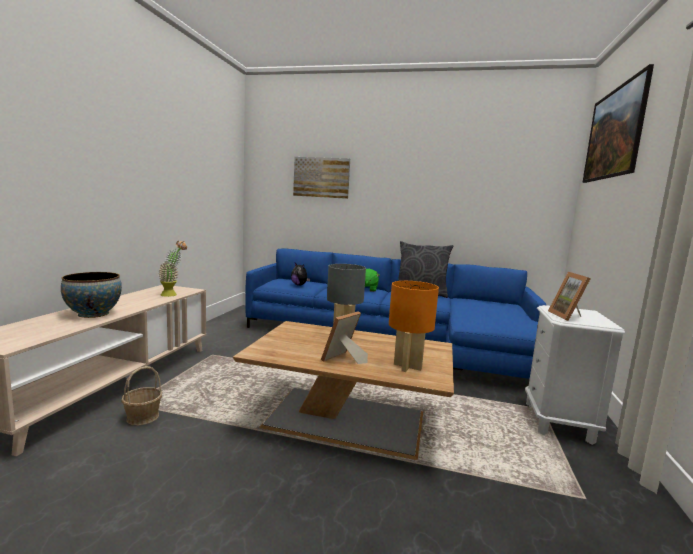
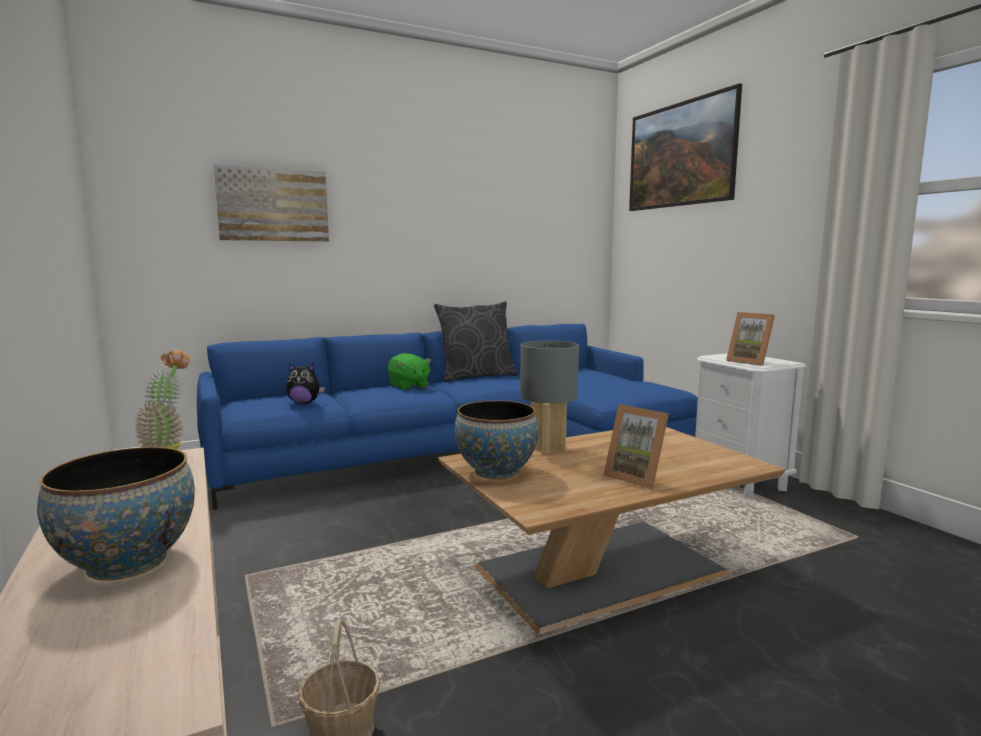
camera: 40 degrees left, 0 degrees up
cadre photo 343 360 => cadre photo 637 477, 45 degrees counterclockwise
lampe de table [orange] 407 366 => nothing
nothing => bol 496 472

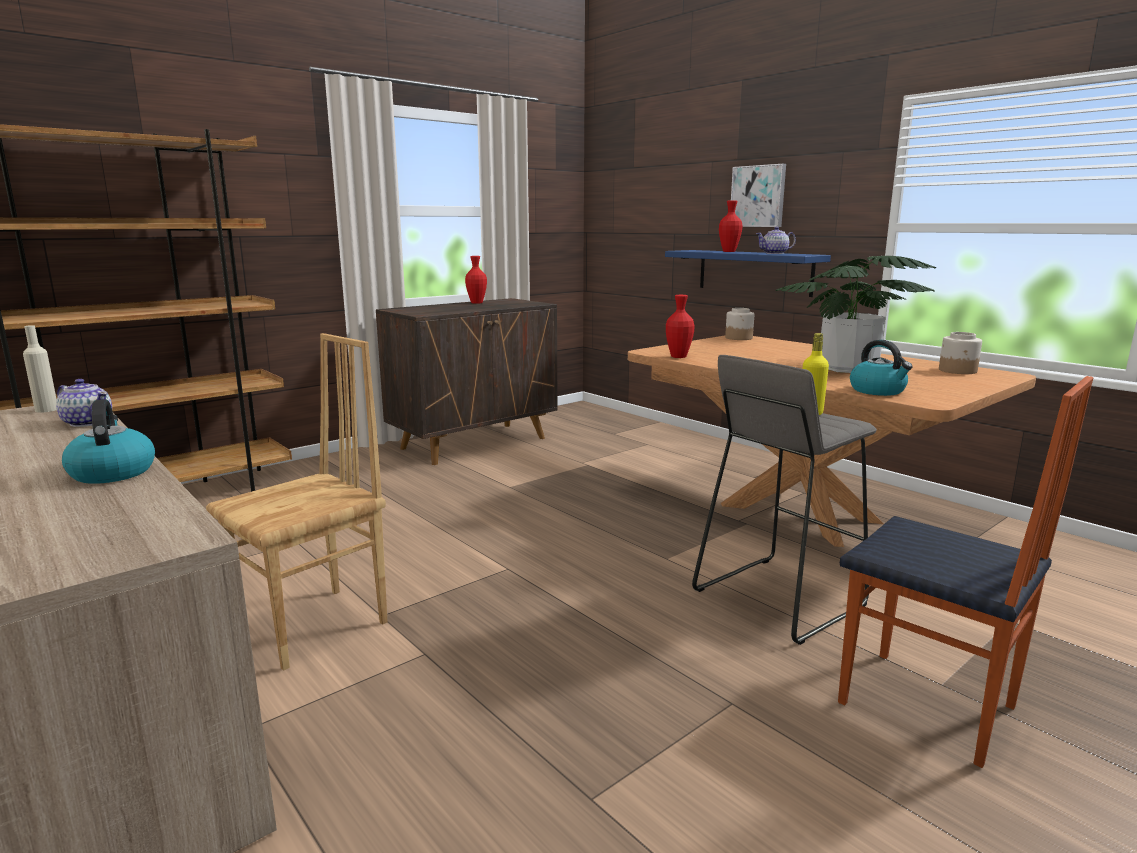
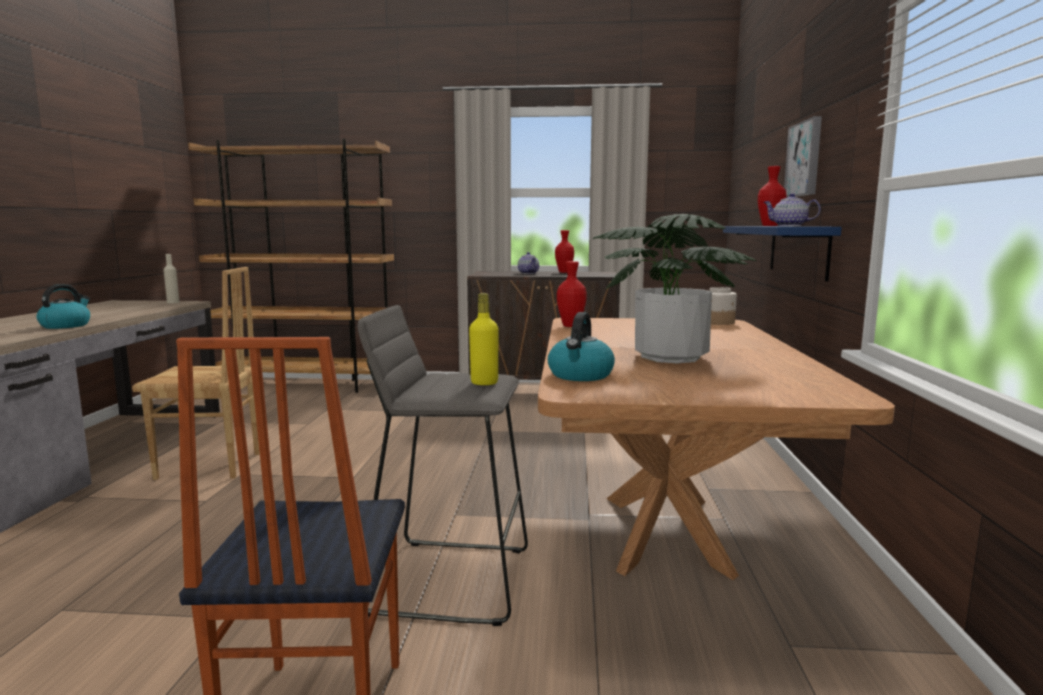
camera: 45 degrees right, 5 degrees down
théière 88 422 => théière 528 273, move
bocal 958 371 => nothing

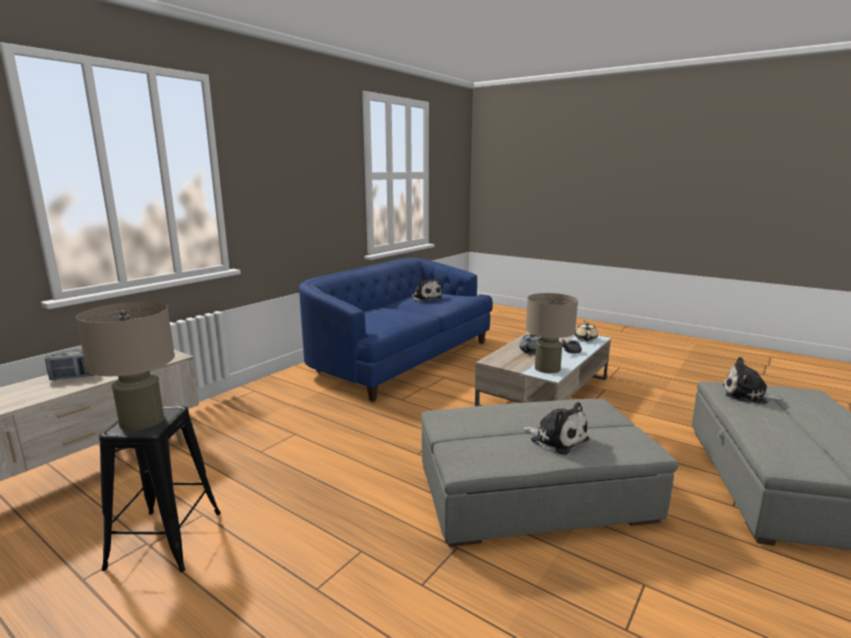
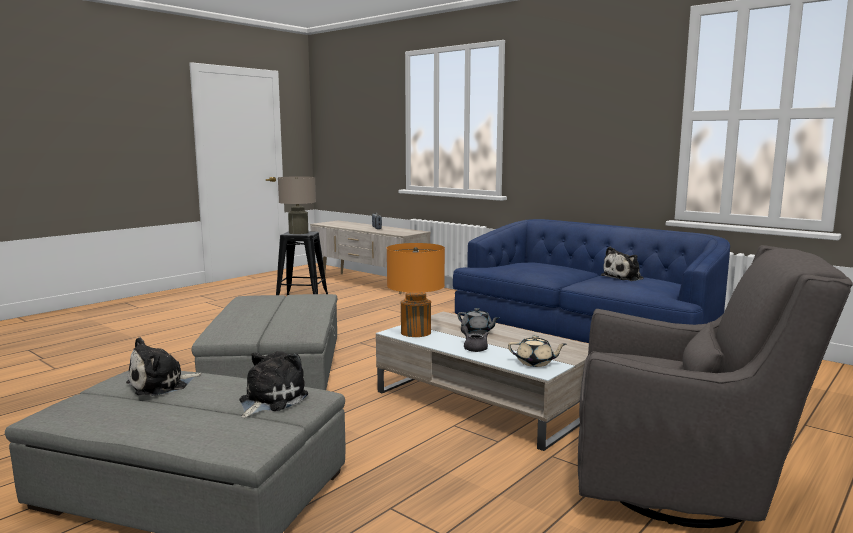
camera: 95 degrees right, 5 degrees down
peluche 556 439 => peluche 161 385, move
lampe de table [beige] 547 368 => lampe de table [orange] 415 332
nothing => fauteuil [gris] 683 487

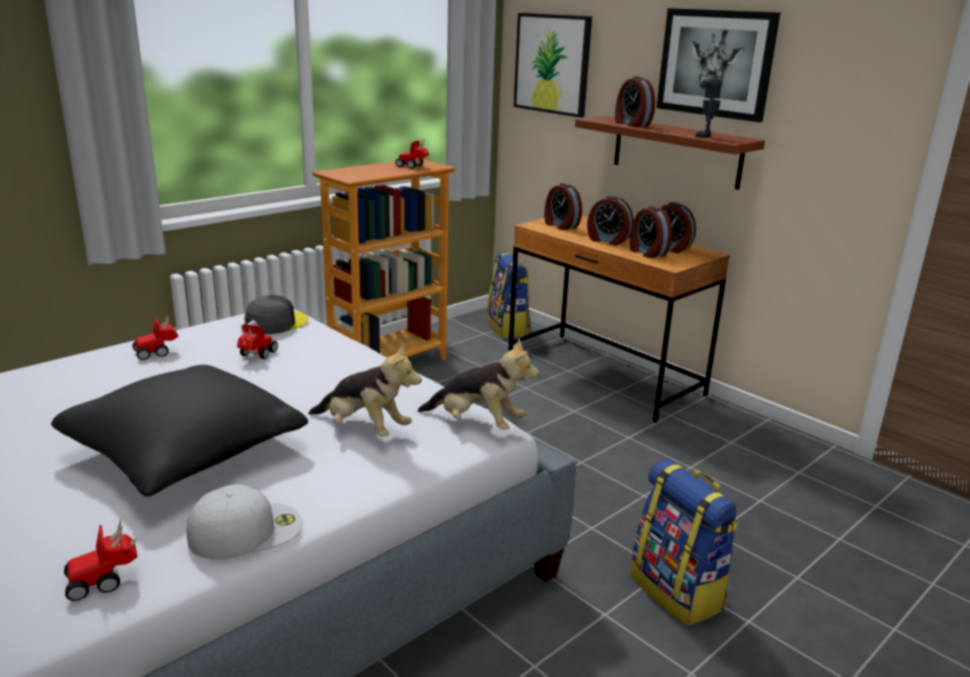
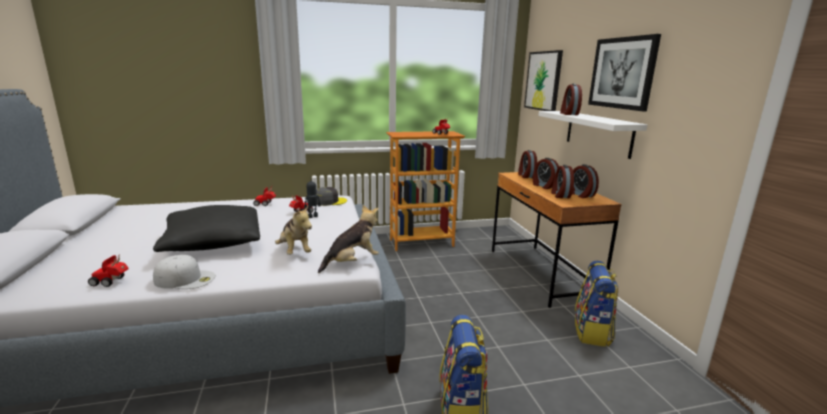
camera: 30 degrees right, 5 degrees down
peluche 477 424 => peluche 352 262, 90 degrees counterclockwise
sac à dos 508 328 => sac à dos 592 332, move
étagère [marron] 676 151 => étagère [blanc] 598 133
robot jouet 705 136 => robot jouet 312 216, move

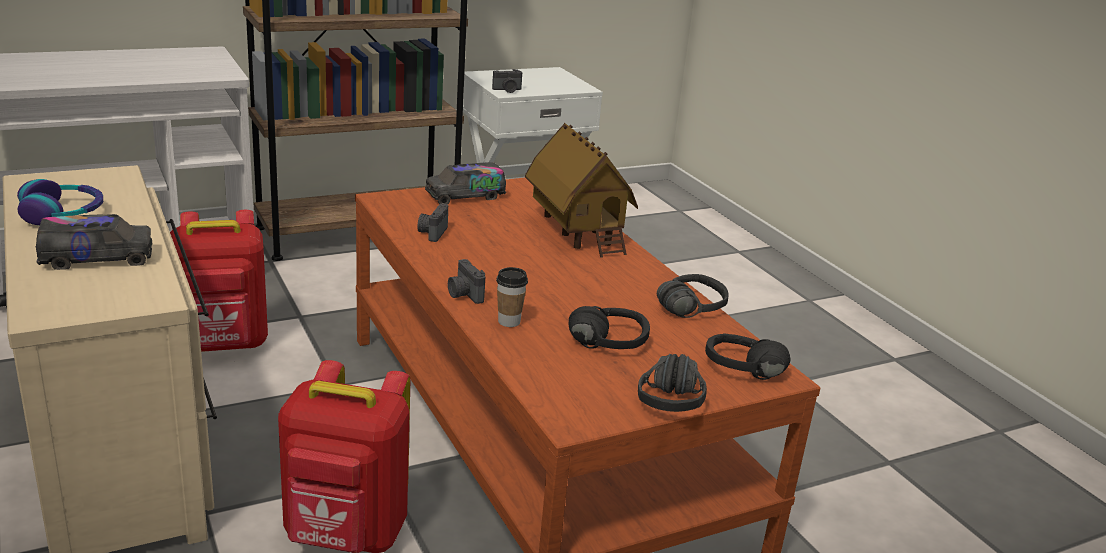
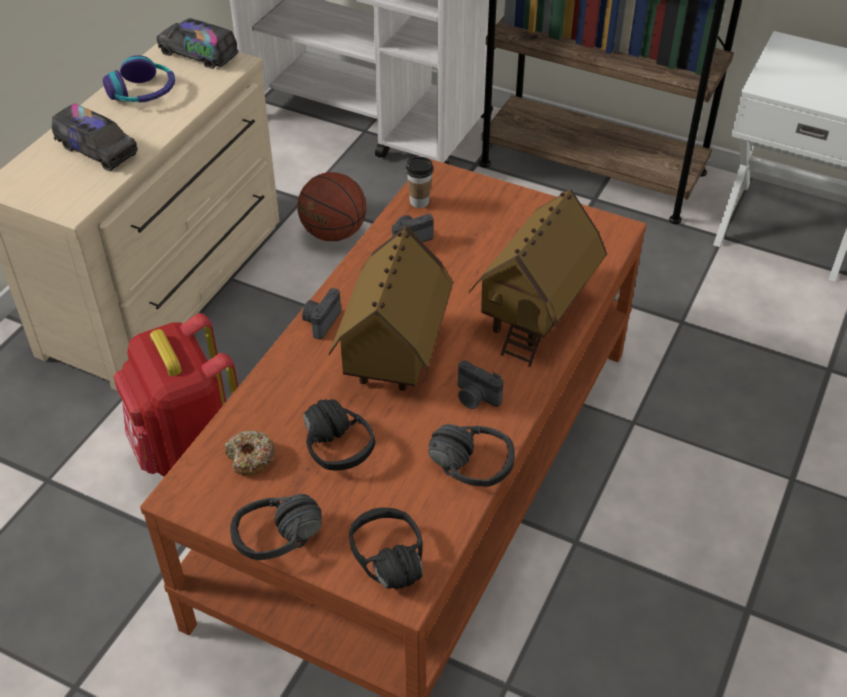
camera: 55 degrees right, 20 degrees up
sac à dos [rouge] 223 345 => ballon de basket 333 233
camion jouet 465 196 => camion jouet 198 54, move
appareil photo 507 90 => appareil photo 475 398, move
tasse 509 321 => tasse 419 202, move
nothing => beignet 250 458
nothing => maison miniature 393 353

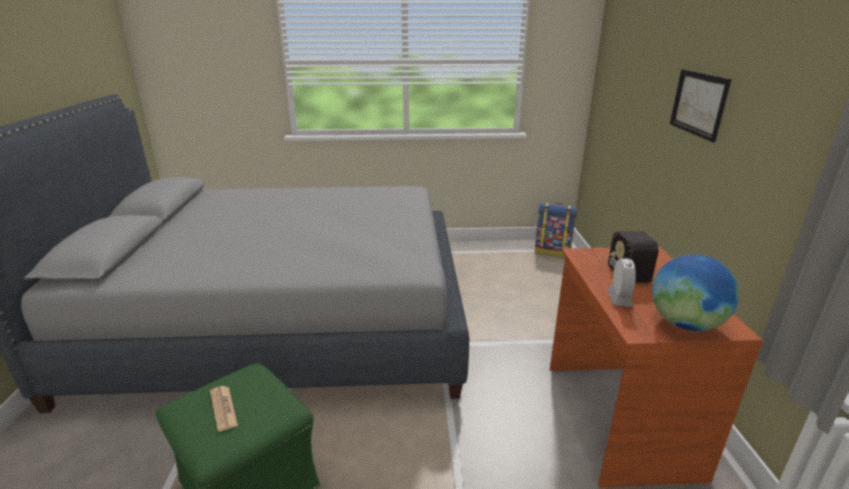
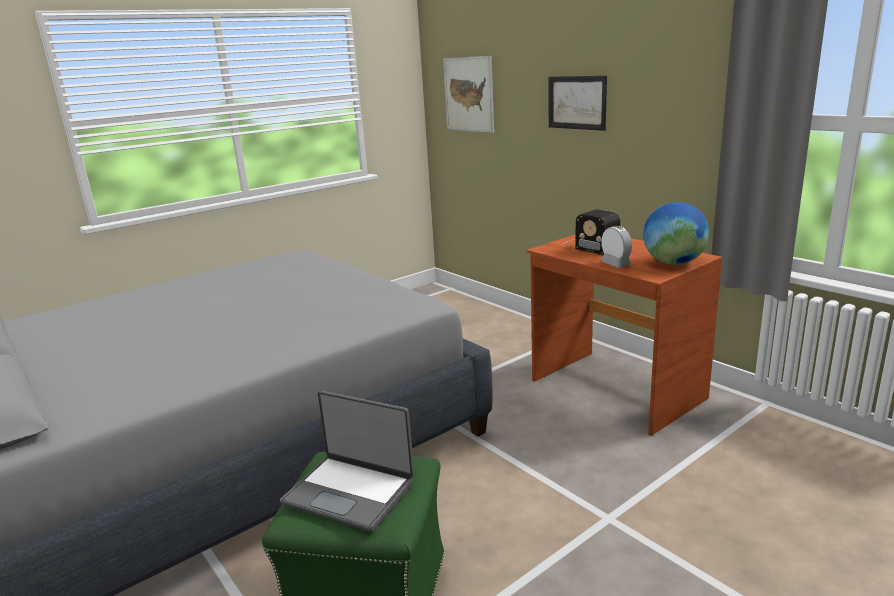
camera: 35 degrees left, 5 degrees down
journal 223 408 => ordinateur portable 350 492
sac à dos 552 251 => nothing
nothing => tableau 468 94

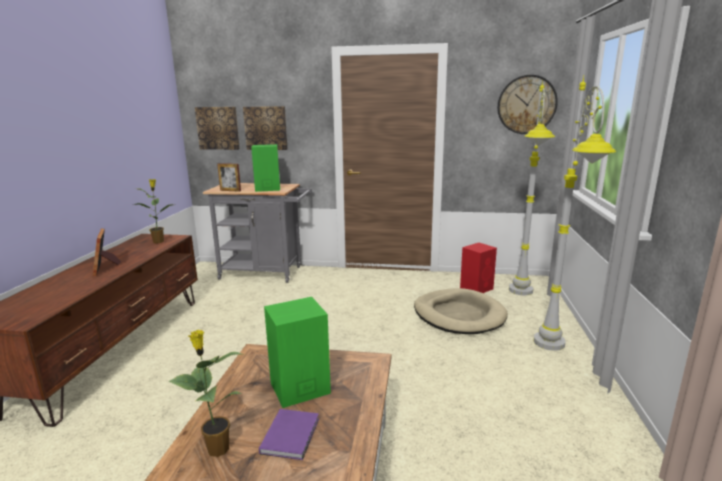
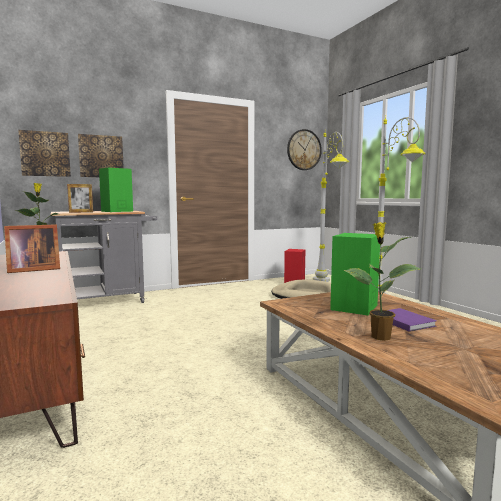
camera: 35 degrees left, 10 degrees down
cadre photo 106 268 => cadre photo 32 270, 60 degrees counterclockwise

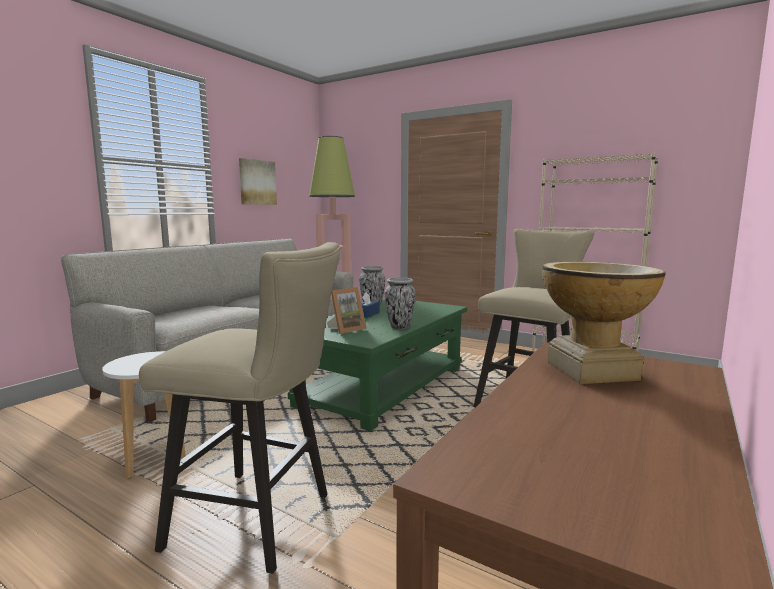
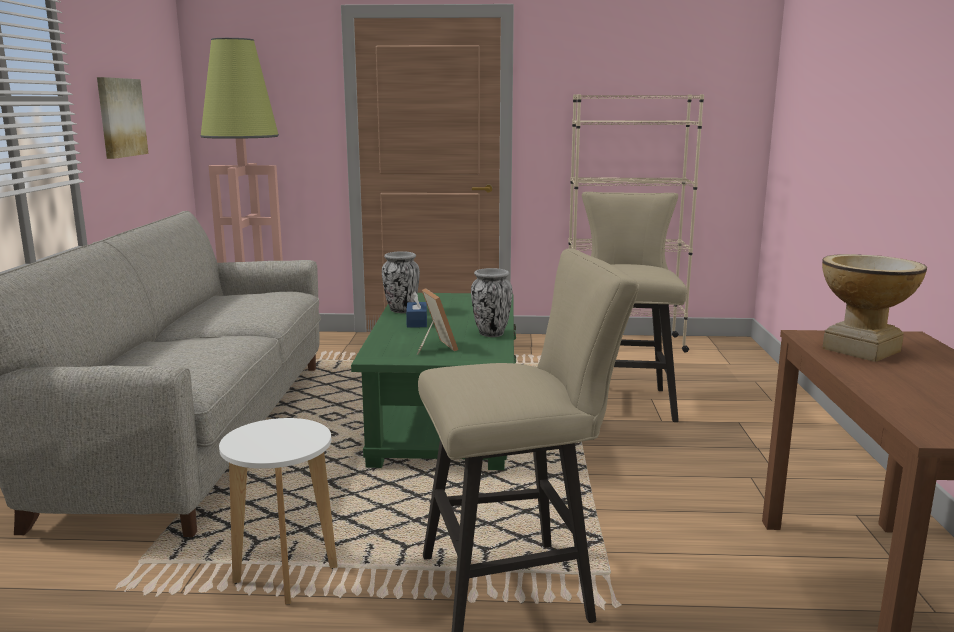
camera: 30 degrees left, 5 degrees up
cadre photo 346 329 => cadre photo 434 347, 45 degrees counterclockwise

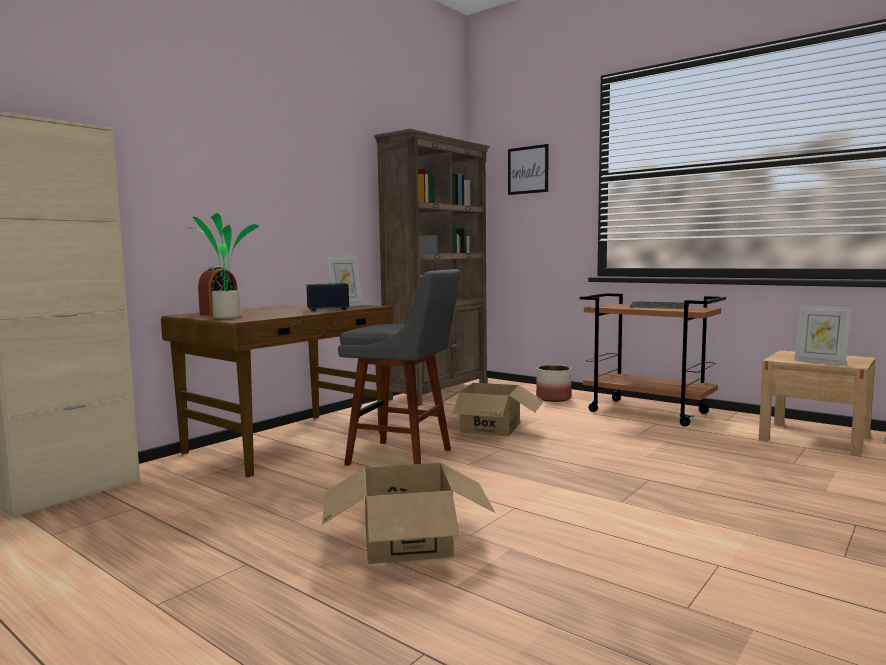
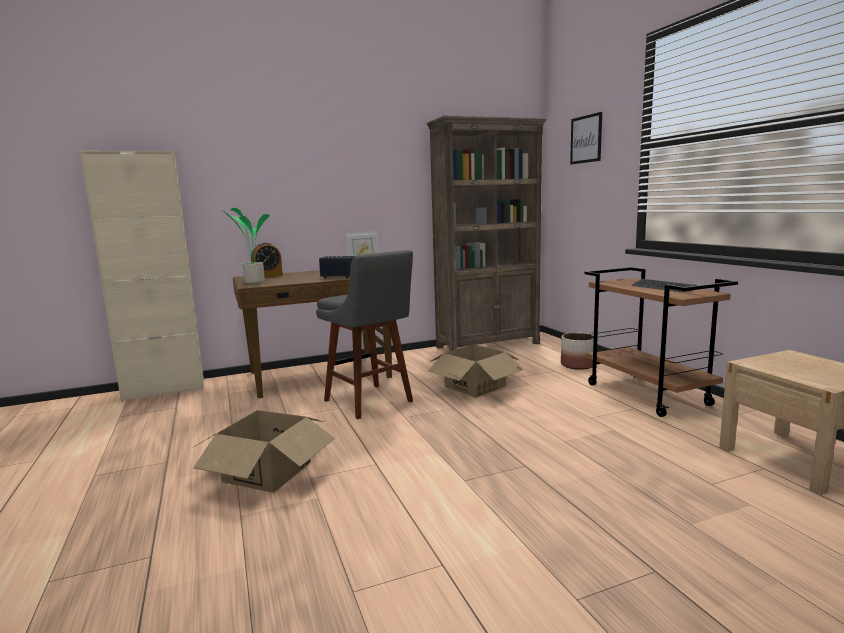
camera: 30 degrees right, 5 degrees up
cadre photo 820 362 => nothing

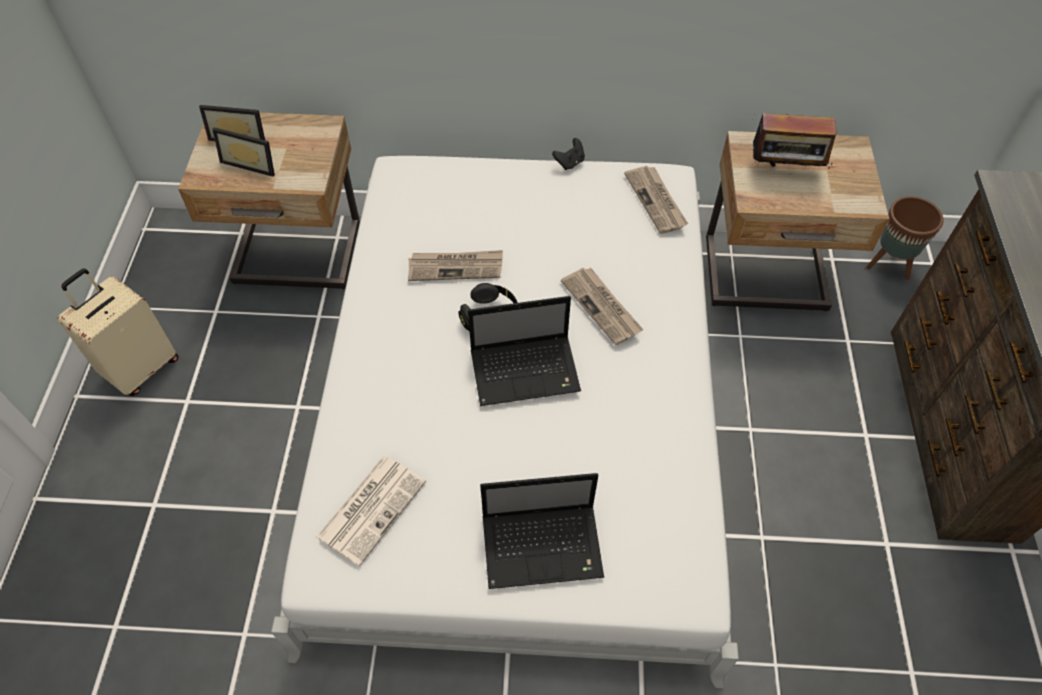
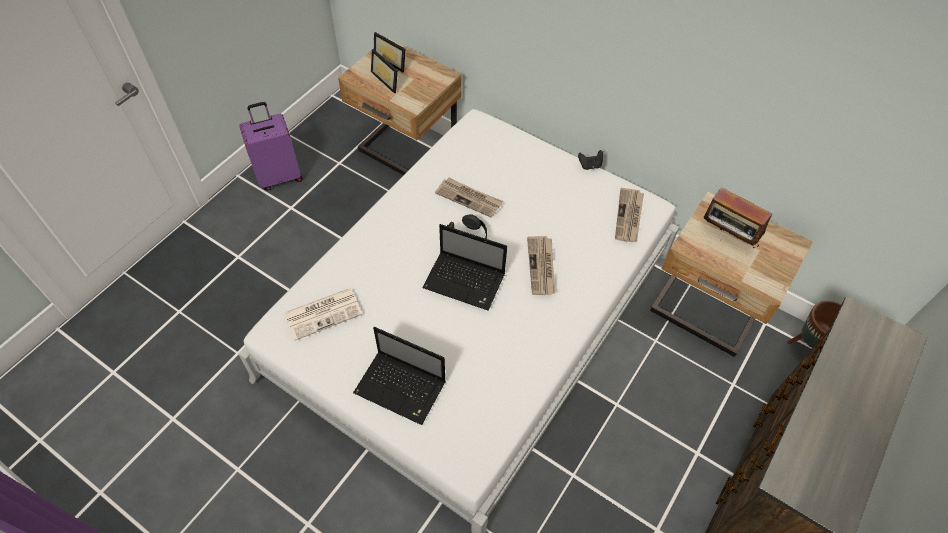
camera: 30 degrees right, 0 degrees up
valise [beige] 141 367 => valise [violet] 279 176

